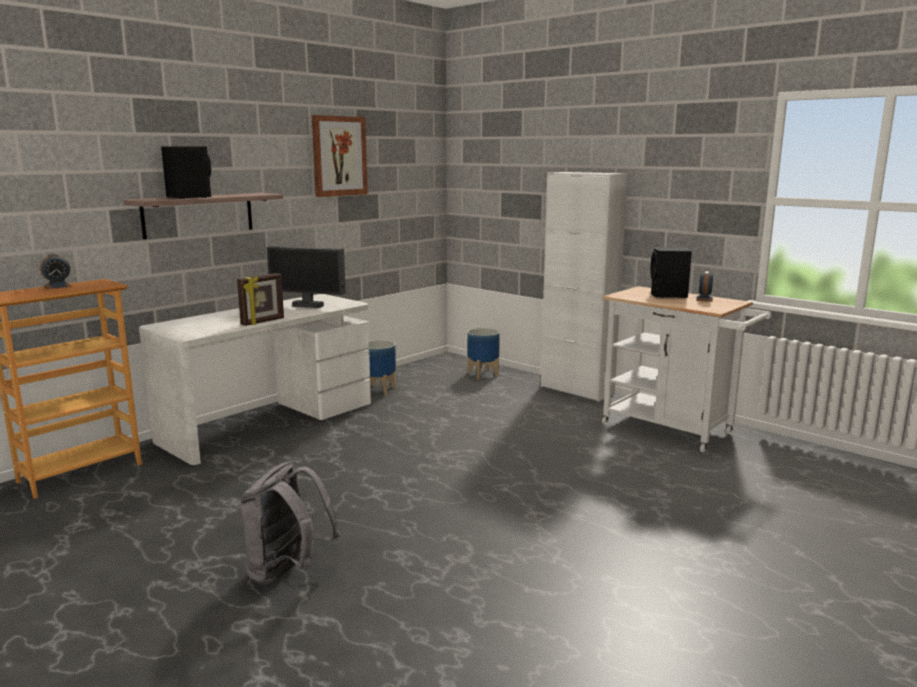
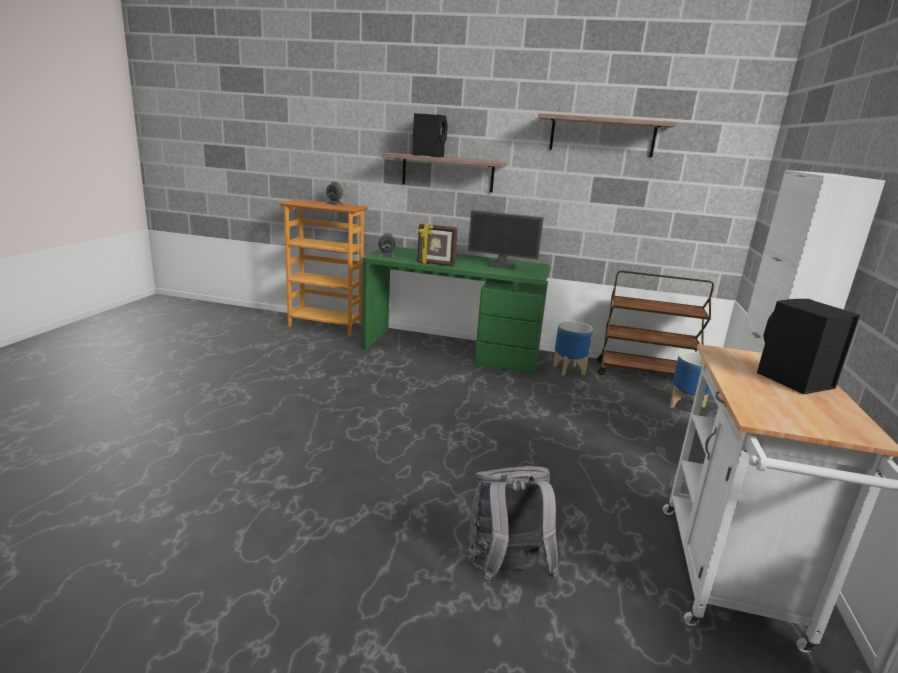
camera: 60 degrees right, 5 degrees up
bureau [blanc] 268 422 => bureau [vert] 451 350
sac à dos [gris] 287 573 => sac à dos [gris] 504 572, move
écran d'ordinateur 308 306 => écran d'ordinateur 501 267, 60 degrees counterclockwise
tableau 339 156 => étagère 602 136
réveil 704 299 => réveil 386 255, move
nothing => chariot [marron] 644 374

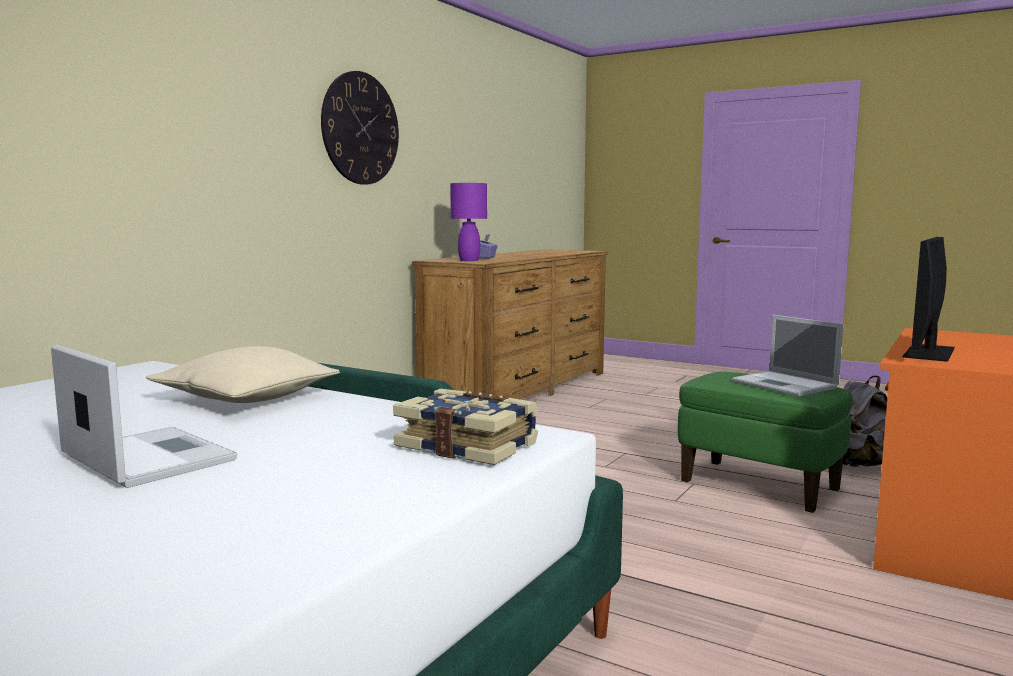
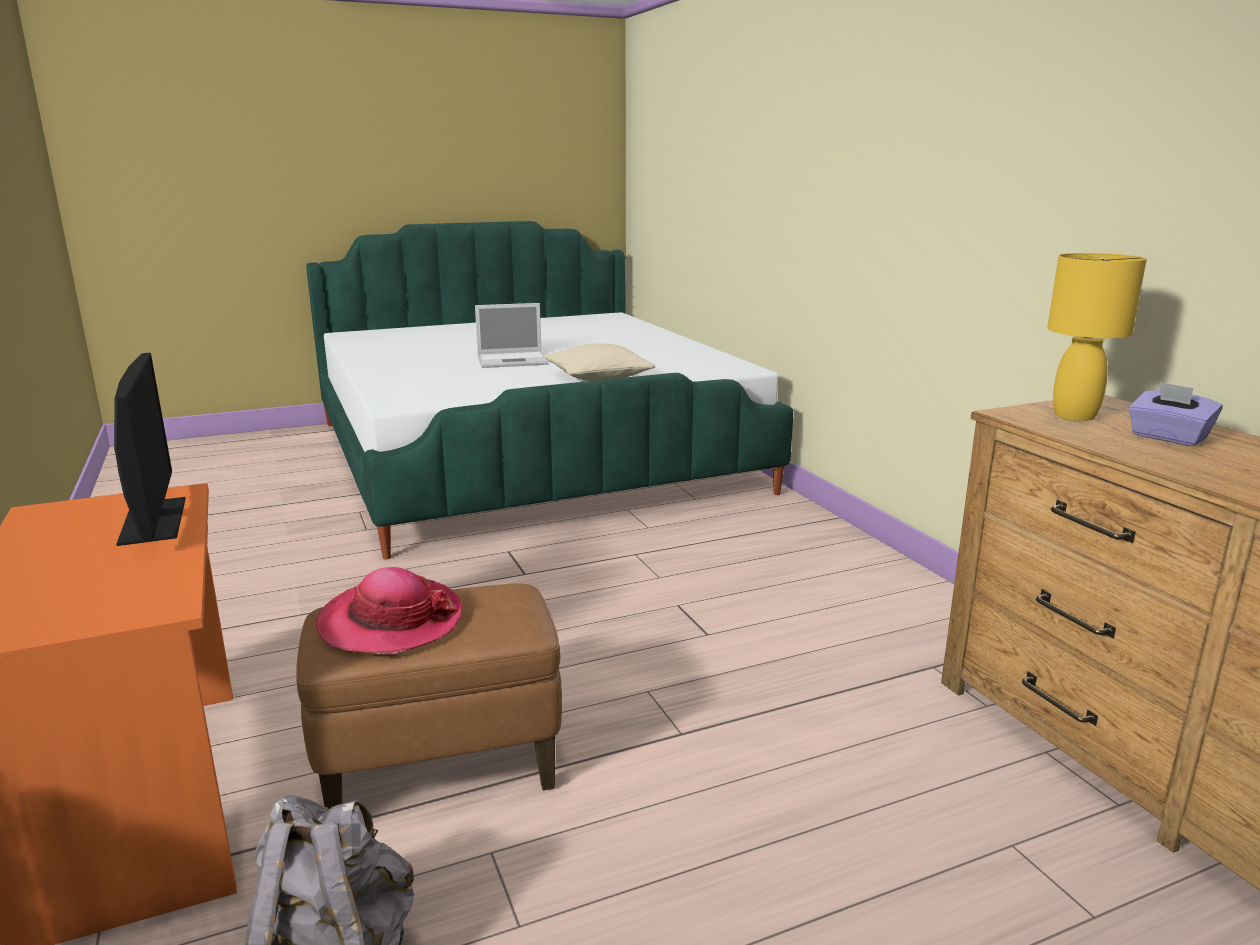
camera: 125 degrees right, 10 degrees up
horloge murale 360 128 => nothing
livre 468 445 => nothing
lampe de table [violet] 469 260 => lampe de table [jaune] 1074 416
pouf [vert] 760 486 => pouf [marron] 439 768
ordinateur portable 786 385 => chapeau 391 621

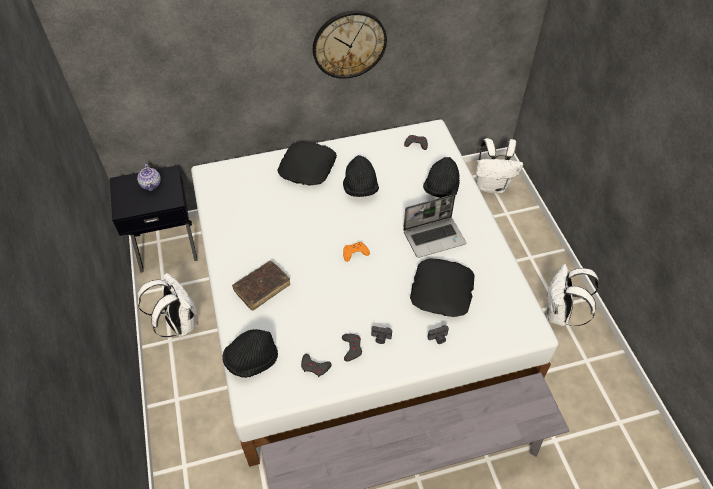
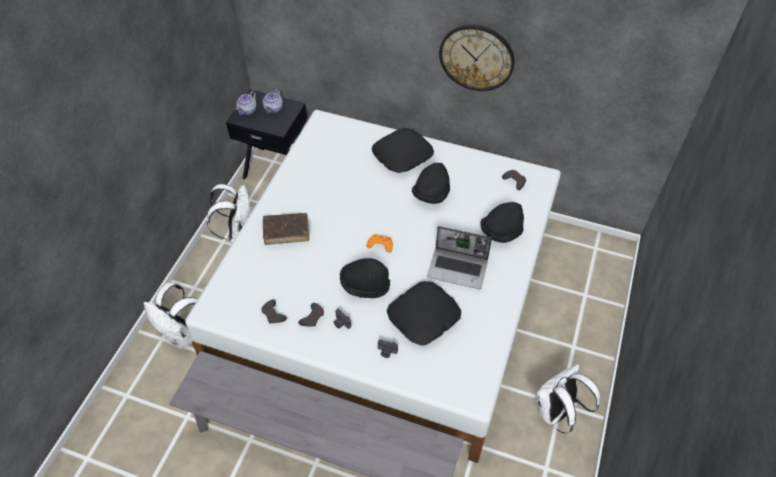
camera: 35 degrees right, 0 degrees up
chapeau [noir] 251 360 => chapeau [noir] 365 285, move
sac à dos [blanc] 492 185 => sac à dos [blanc] 182 335, move
nothing => théière 248 110

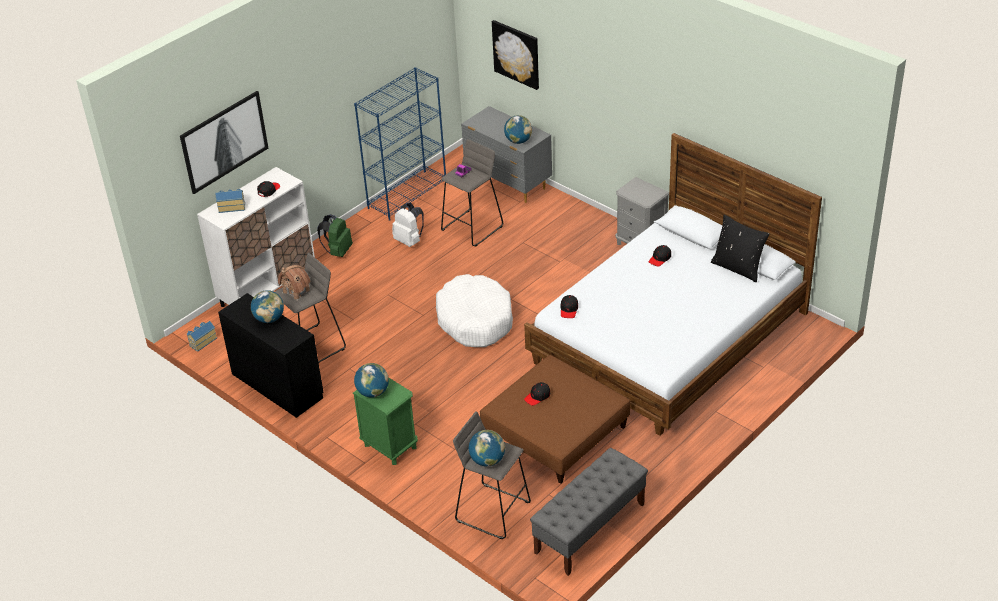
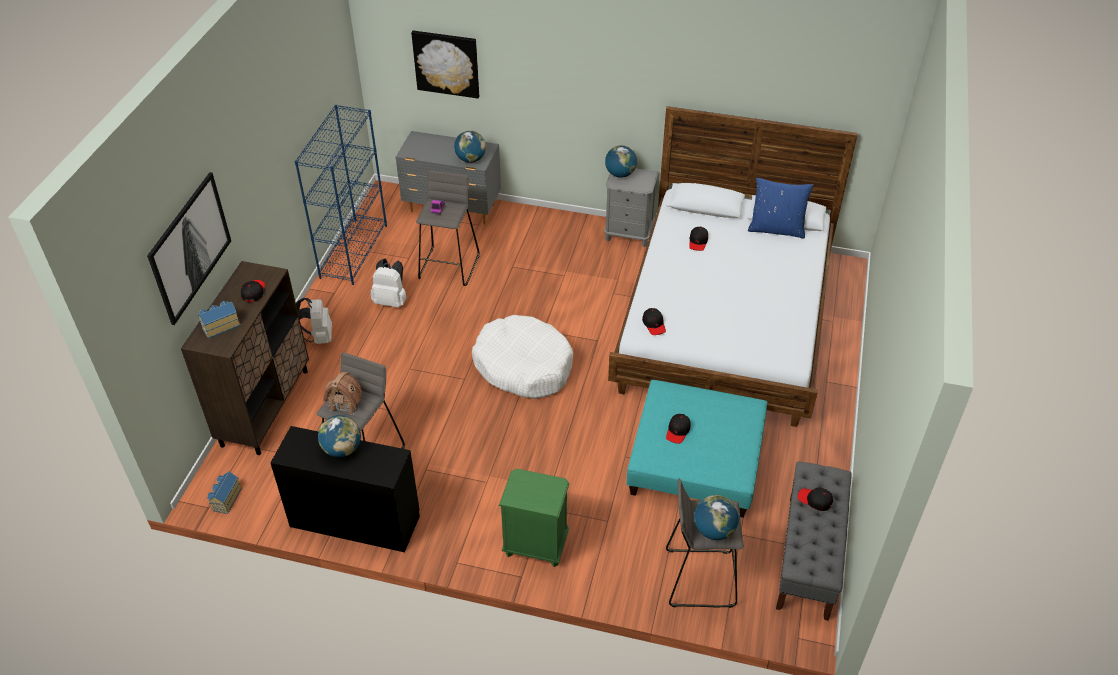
camera: 30 degrees left, 5 degrees up
meuble de rangement [blanc] 268 289 => meuble de rangement [marron] 265 407
sac à dos [vert] 338 251 => sac à dos [blanc] 319 337
globe 373 392 => globe 620 174, move
pouf [marron] 556 432 => pouf [turquoise] 696 461
coussin [noir] 738 268 => coussin [bleu] 776 229
nothing => casquette [noir] 814 500

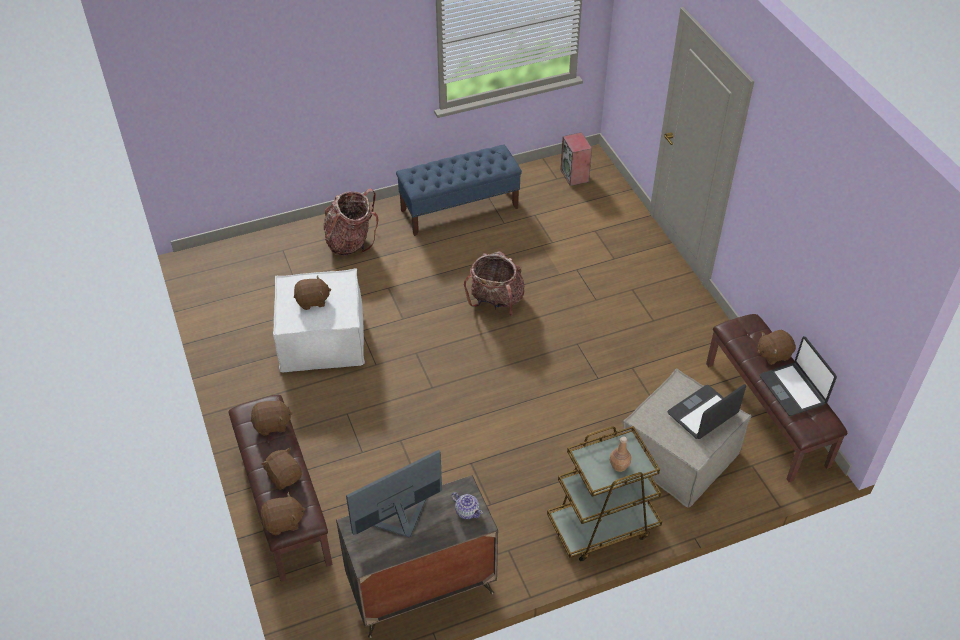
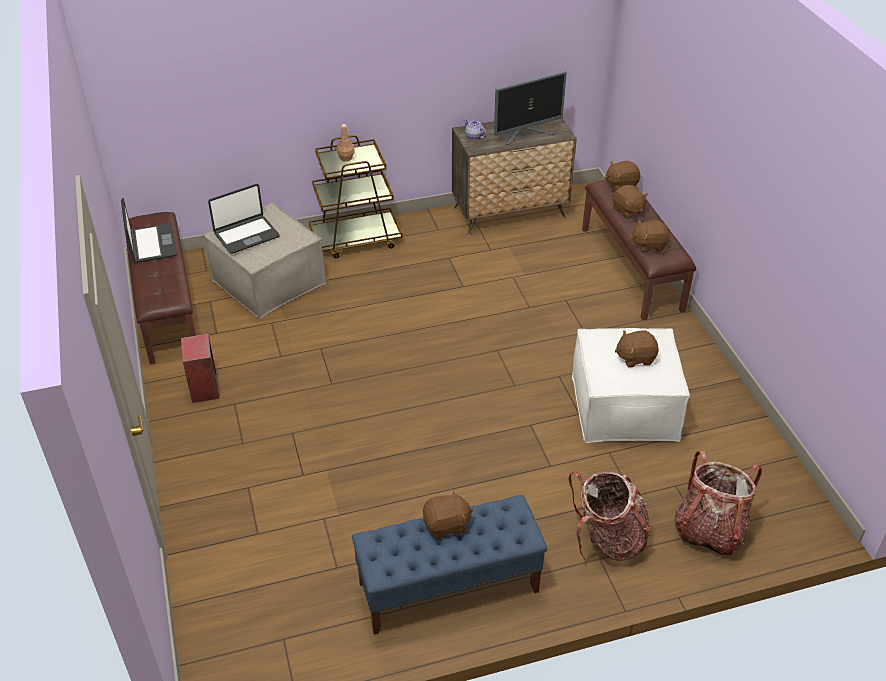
camera: 175 degrees left, 5 degrees down
sac à dos 496 302 => sac à dos 709 530, move
enceinte 575 176 => enceinte 203 388, move
peluche [marron] 773 354 => peluche [marron] 446 525, move

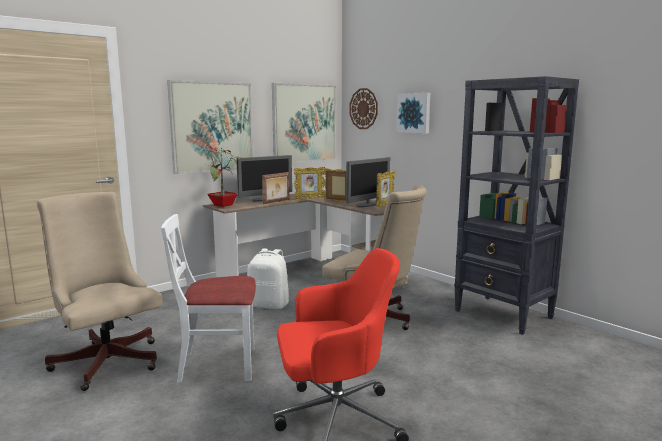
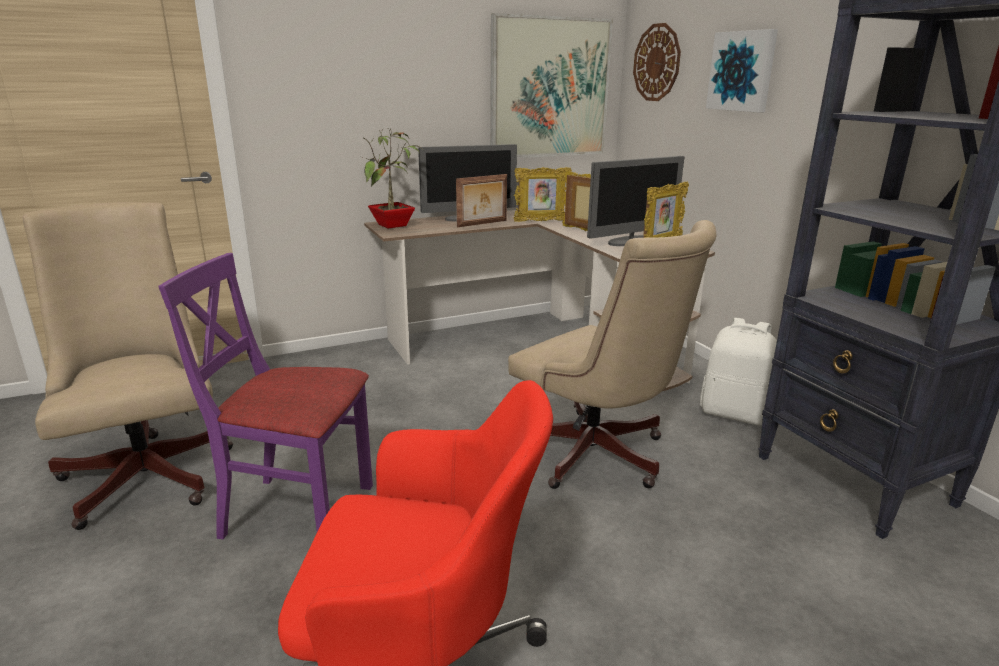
camera: 15 degrees right, 10 degrees up
chaise [blanc] 218 365 => chaise [violet] 298 512
tableau 212 127 => nothing
sac à dos [blanc] 269 305 => sac à dos [blanc] 734 413, move

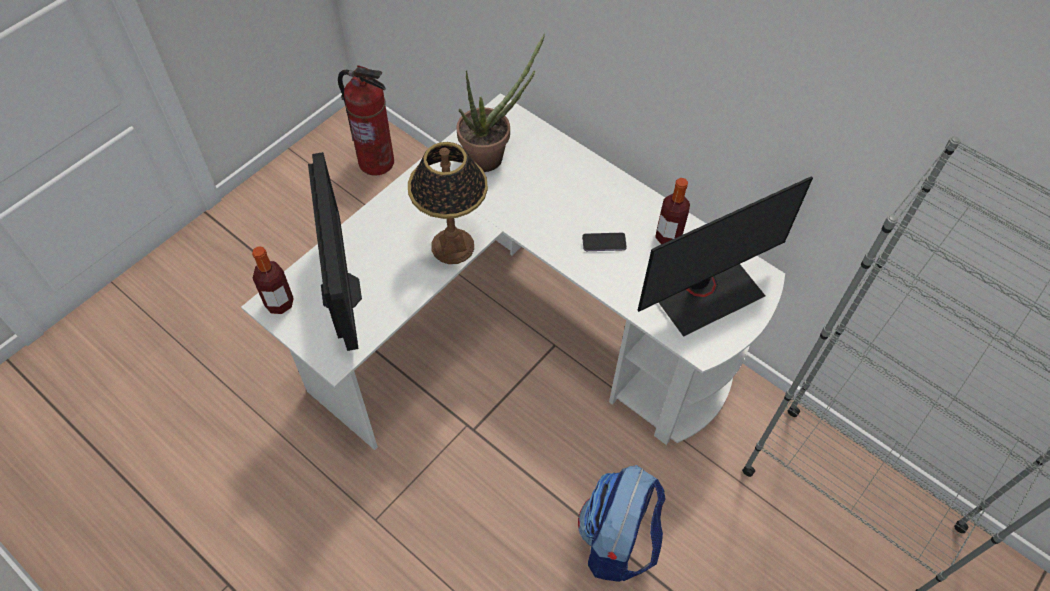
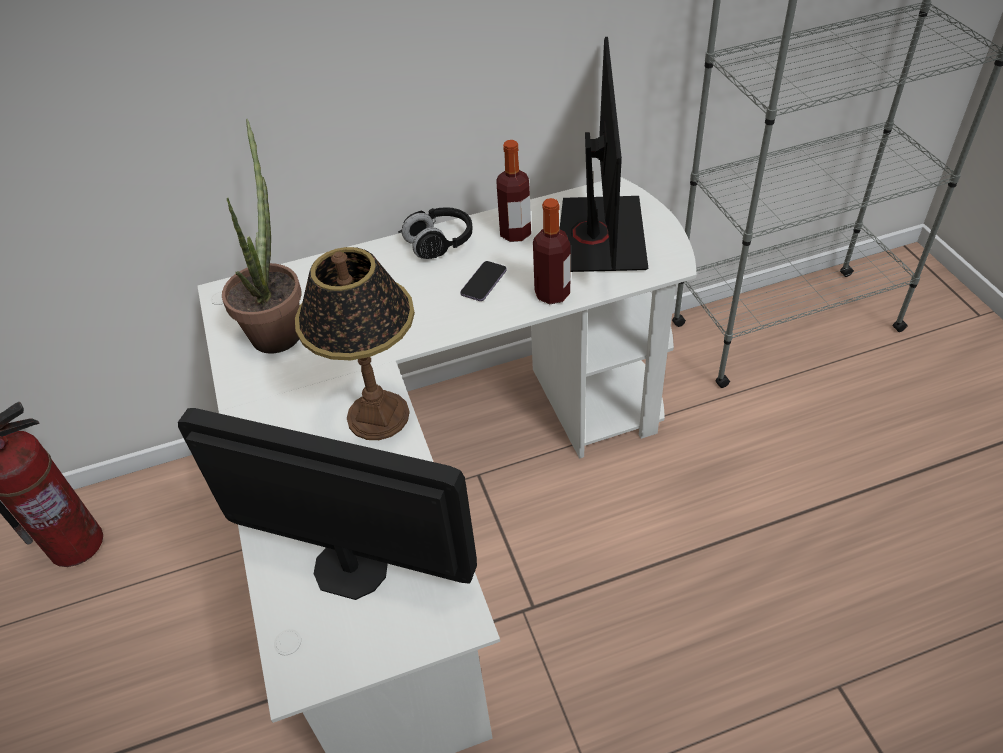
camera: 55 degrees left, 10 degrees down
bouteille 279 303 => bouteille 552 294, move
sac à dos 617 541 => nothing
nothing => casque audio [noir] 439 244

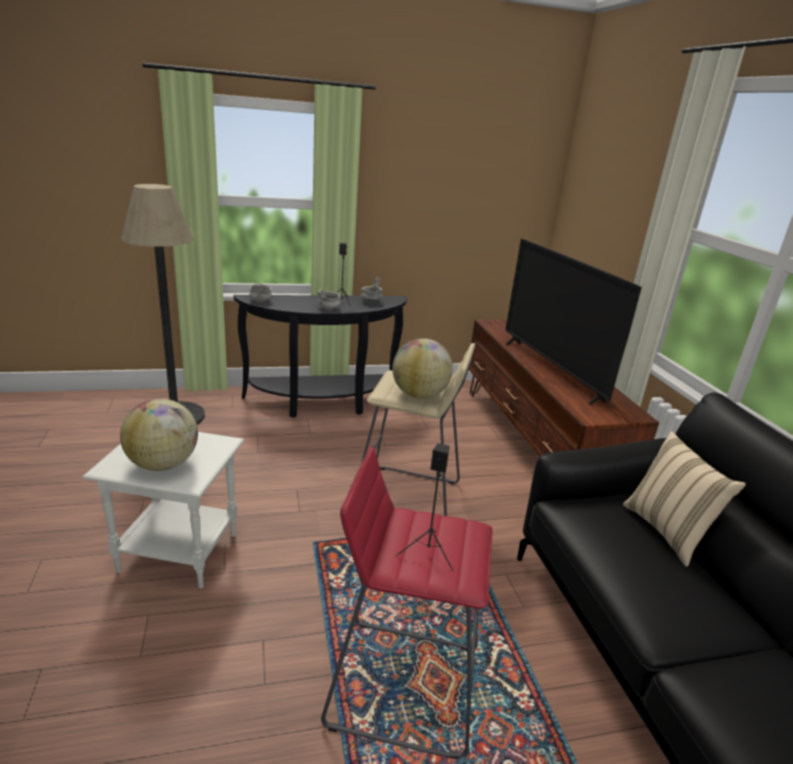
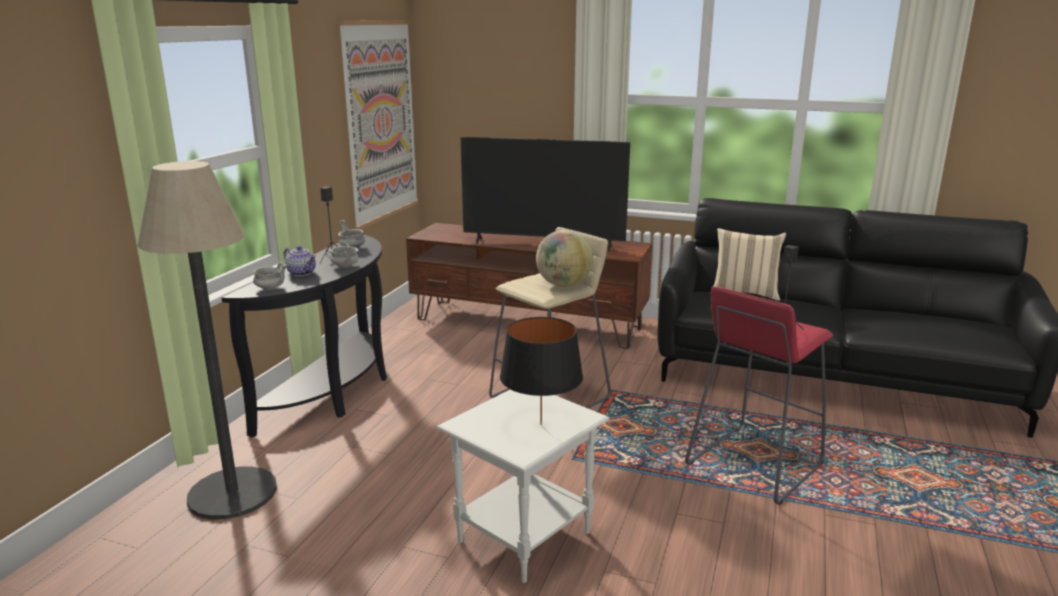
camera: 55 degrees left, 5 degrees down
globe 163 464 => lampe de table [noir] 541 424
nothing => théière 302 273
nothing => tableau 381 122

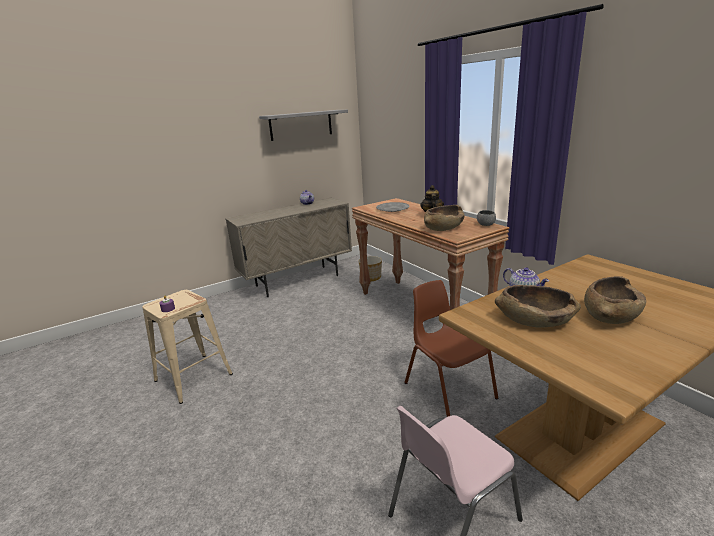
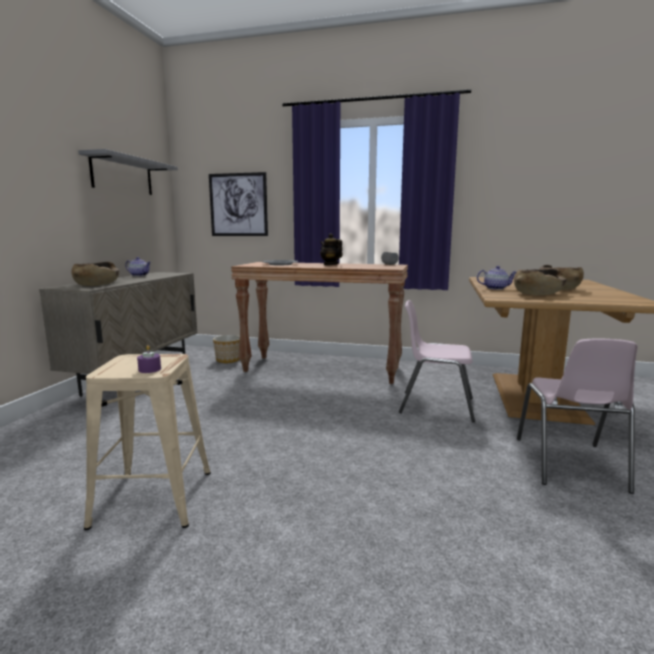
camera: 45 degrees left, 10 degrees down
chaise [marron] 448 390 => chaise [rose] 435 405
bol [marron] 443 227 => bol [marron] 97 284, move
nothing => tableau 238 205

